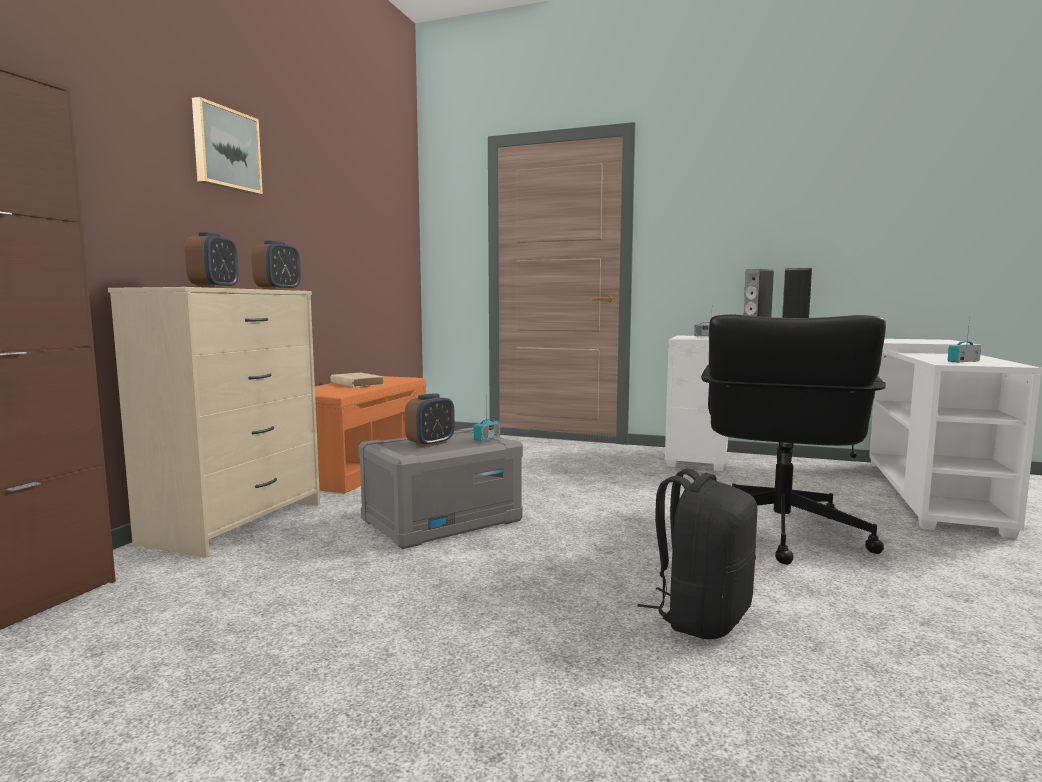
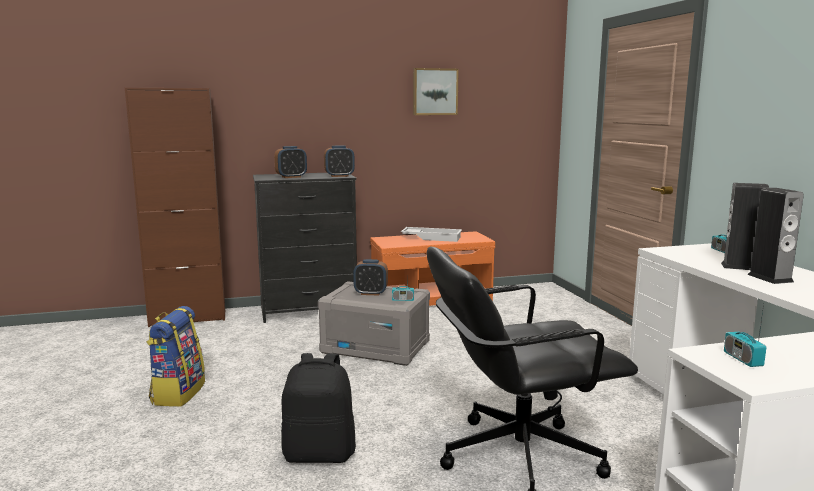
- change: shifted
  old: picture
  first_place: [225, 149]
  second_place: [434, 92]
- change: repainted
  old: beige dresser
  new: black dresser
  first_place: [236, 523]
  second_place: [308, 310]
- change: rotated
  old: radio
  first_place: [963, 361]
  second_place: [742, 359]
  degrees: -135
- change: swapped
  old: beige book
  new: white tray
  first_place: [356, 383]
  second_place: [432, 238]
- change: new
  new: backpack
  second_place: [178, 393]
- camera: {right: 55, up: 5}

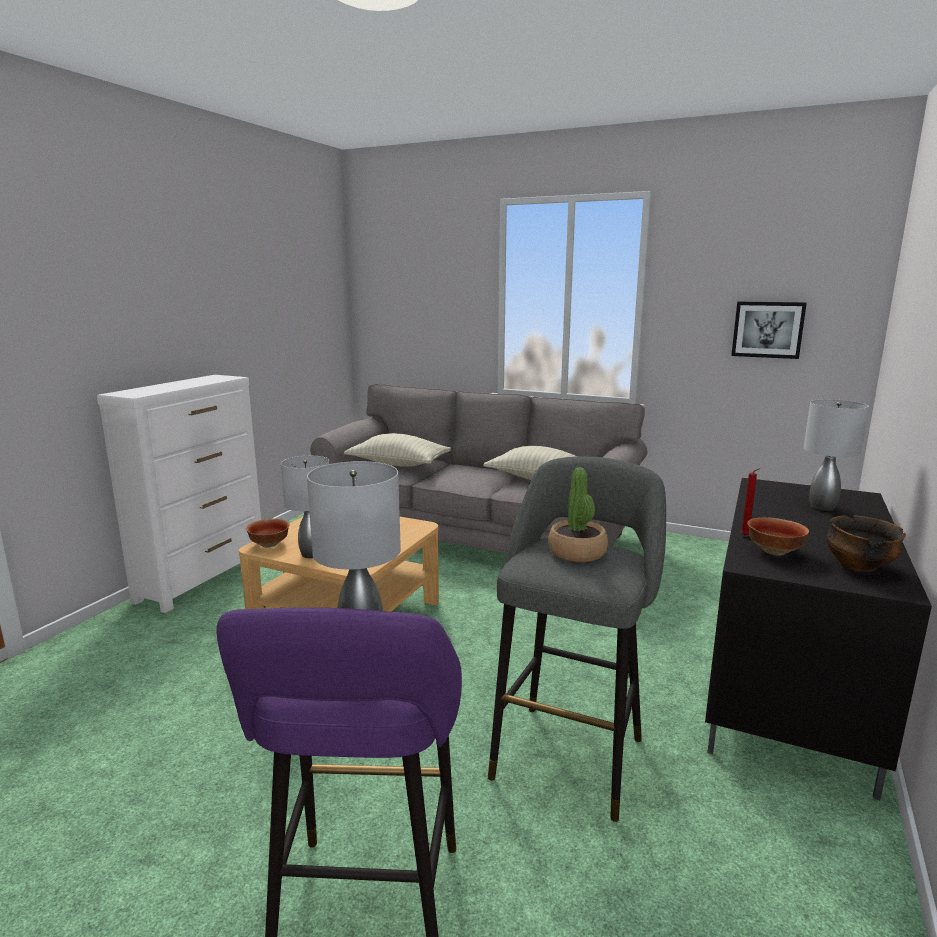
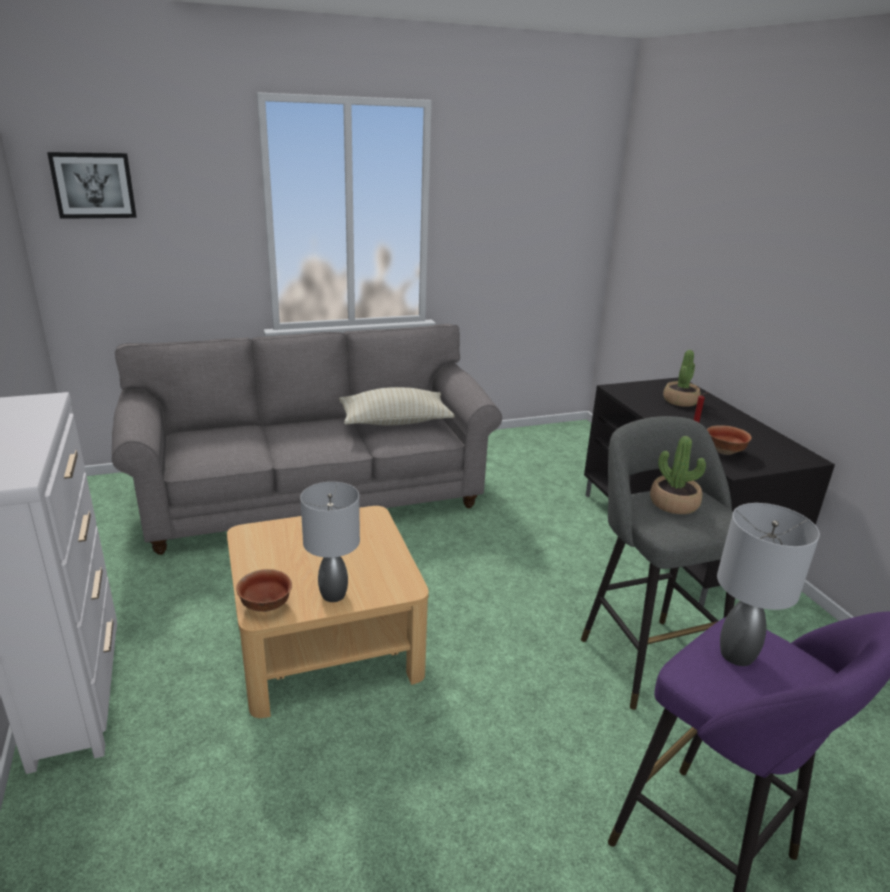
- change: shifted
  old: picture
  first_place: [767, 329]
  second_place: [93, 185]
- change: swapped
  old: grey table lamp
  new: potted plant
  first_place: [822, 507]
  second_place: [680, 401]
- change: gone
  old: beige pillow
  first_place: [398, 464]
- change: gone
  old: bowl
  first_place: [858, 566]
- camera: {right: -45, up: 10}

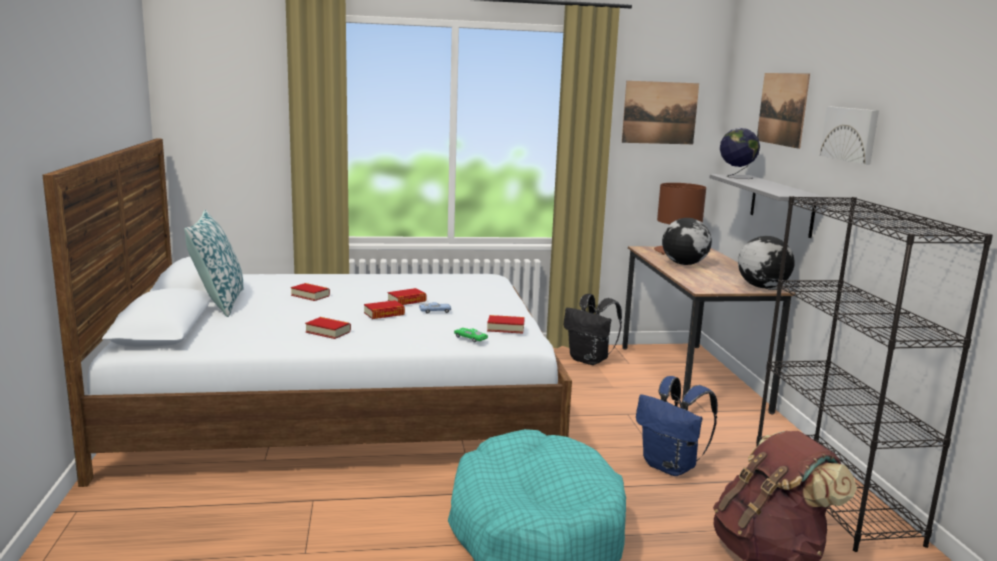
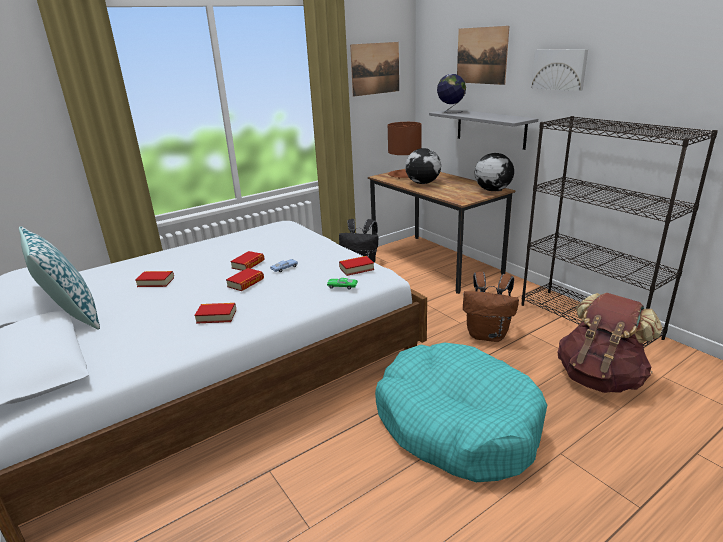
- change: repainted
  old: blue backpack
  new: brown backpack
  first_place: [671, 467]
  second_place: [488, 335]
- camera: {right: -25, up: 10}

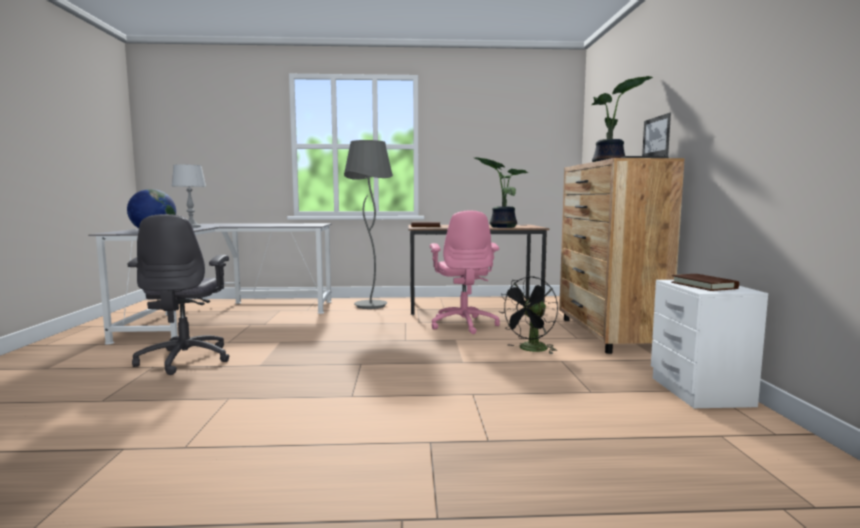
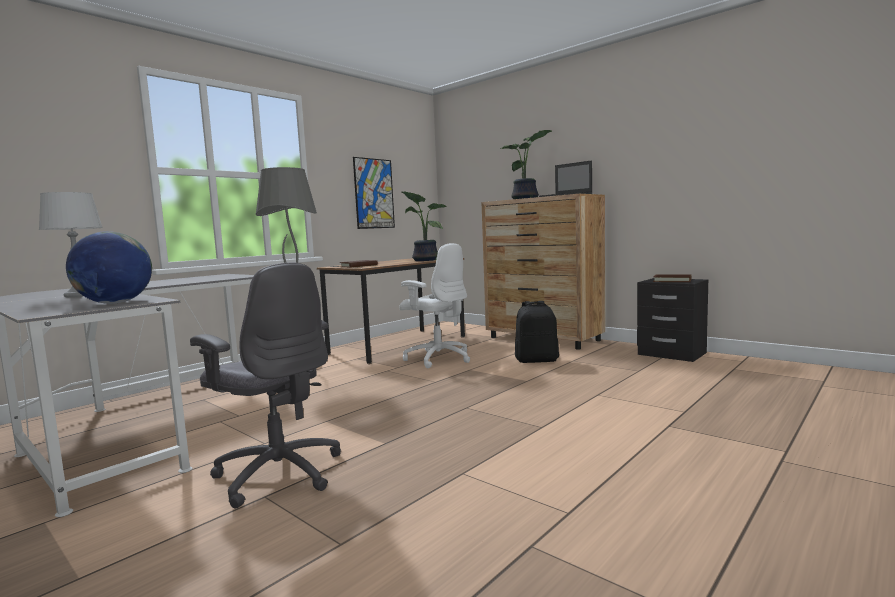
- change: repainted
  old: pink office chair
  new: white office chair
  first_place: [463, 324]
  second_place: [438, 358]
- change: swapped
  old: black fan
  new: black backpack
  first_place: [530, 350]
  second_place: [537, 360]
- change: repainted
  old: white nightstand
  new: black nightstand
  first_place: [700, 392]
  second_place: [671, 354]
- change: new
  new: picture
  second_place: [374, 193]
- camera: {right: -45, up: 0}

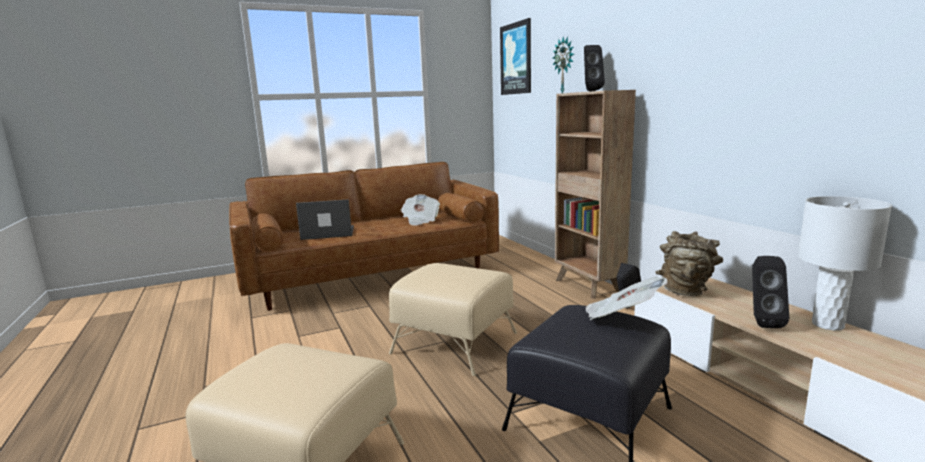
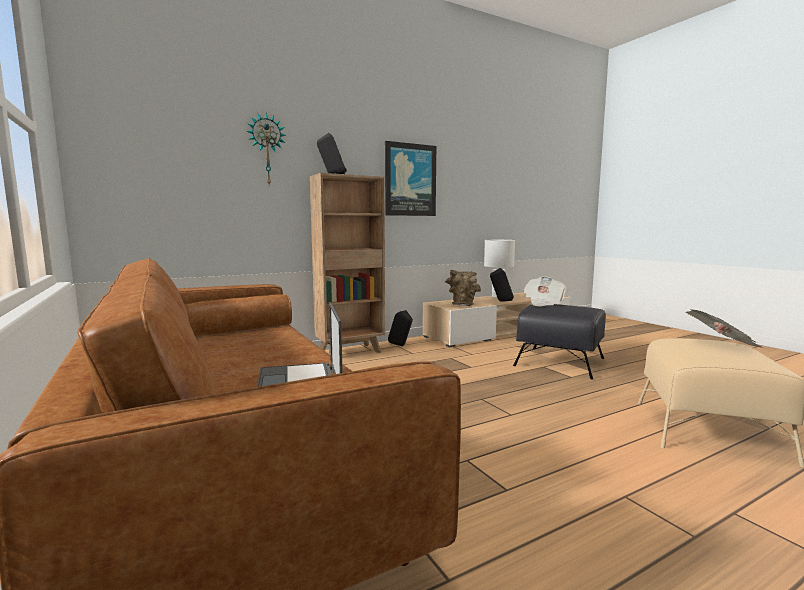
- change: shifted
  old: picture
  first_place: [516, 59]
  second_place: [410, 180]
- change: shifted
  old: newspaper
  first_place: [420, 220]
  second_place: [722, 345]
- change: gone
  old: beige ottoman
  first_place: [455, 343]
- camera: {right: -95, up: -5}

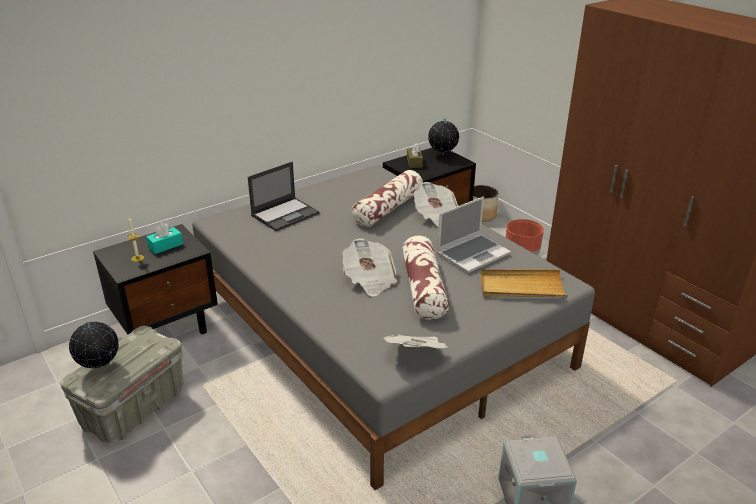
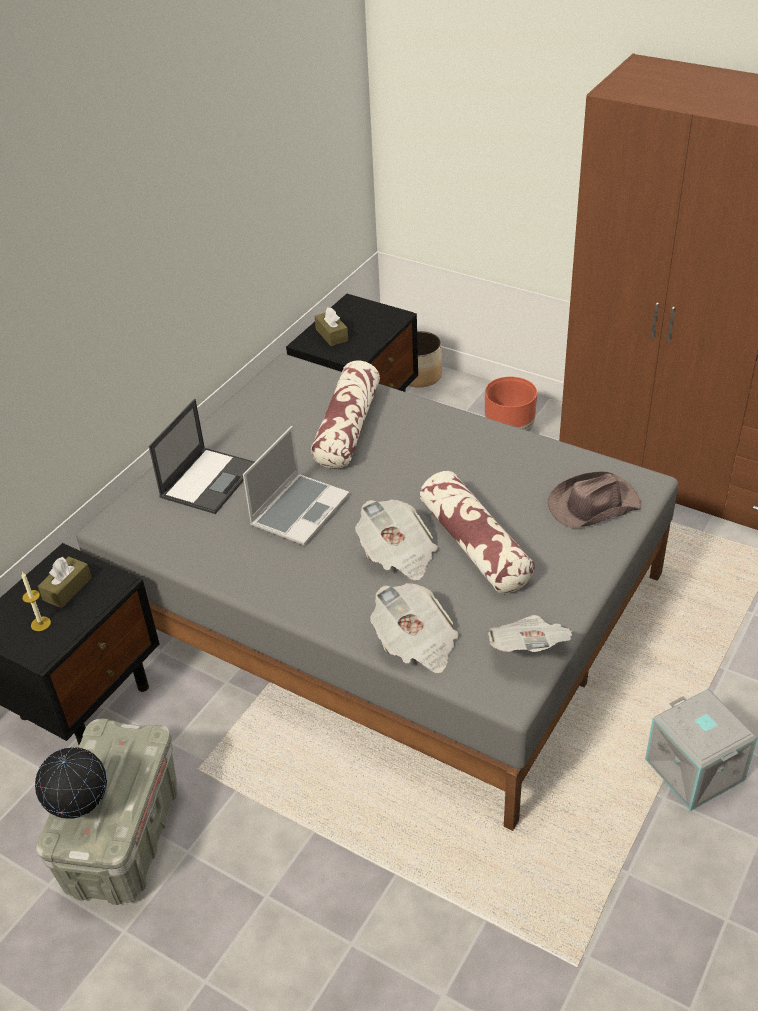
- change: gone
  old: globe
  first_place: [442, 155]
- change: shifted
  old: newspaper
  first_place: [436, 217]
  second_place: [416, 643]
- change: shifted
  old: laptop
  first_place: [473, 254]
  second_place: [299, 510]
- change: repainted
  old: turquoise tissue box
  new: brown tissue box
  first_place: [165, 246]
  second_place: [67, 589]
- change: swapped
  old: beige tray
  new: brown hat
  first_place: [521, 287]
  second_place: [592, 505]
- camera: {right: -20, up: 10}

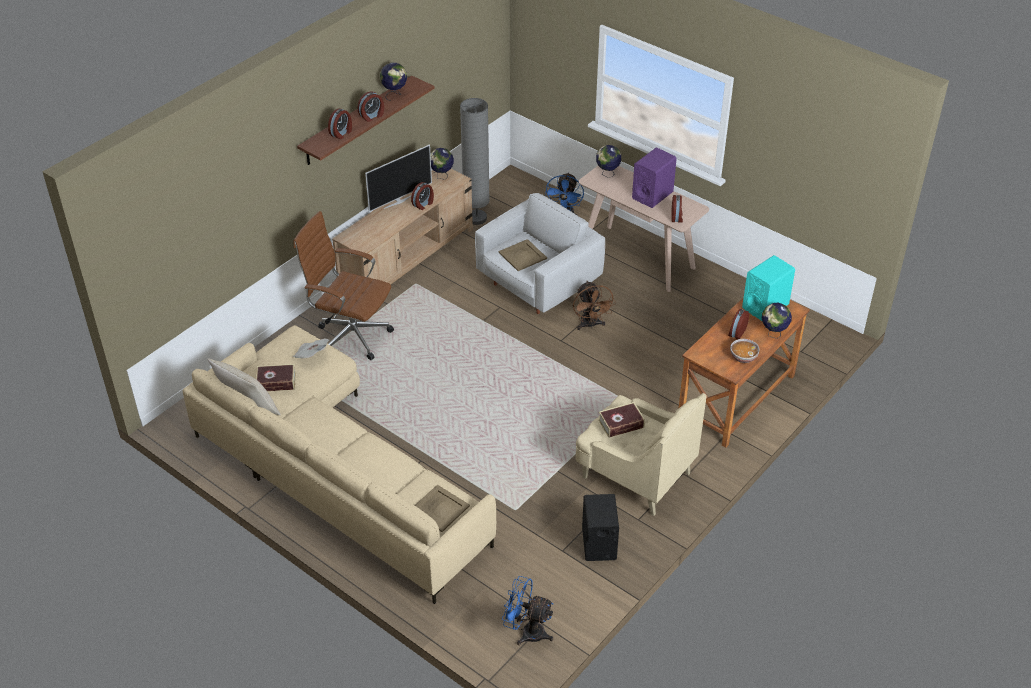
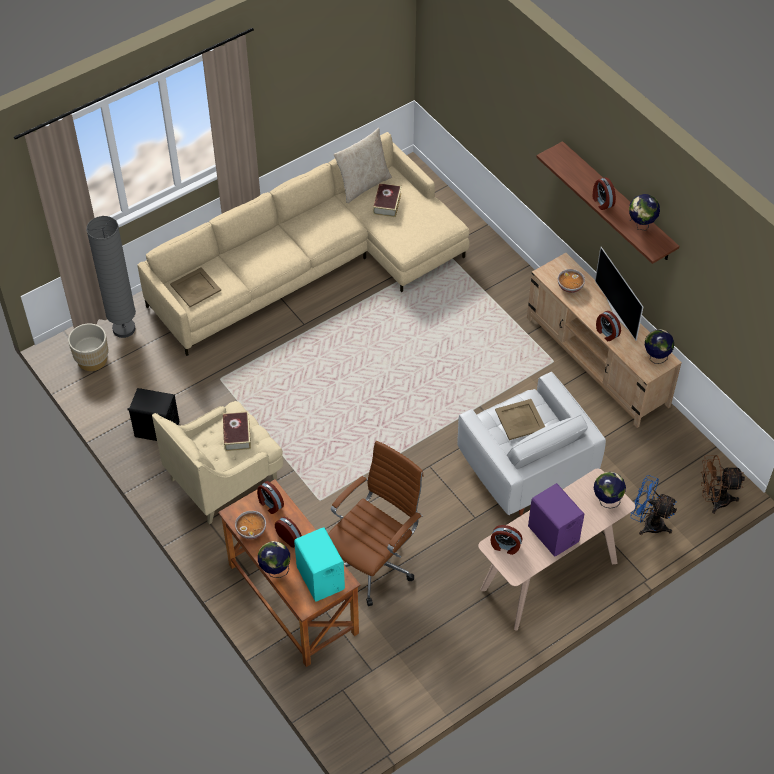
- change: shifted
  old: grey floor lamp
  first_place: [476, 218]
  second_place: [124, 329]
- change: shifted
  old: alarm clock
  first_place: [341, 133]
  second_place: [270, 504]
- change: shifted
  old: brown office chair
  first_place: [350, 336]
  second_place: [374, 563]
- change: shifted
  old: brown fan
  first_place: [590, 325]
  second_place: [714, 500]
- change: gone
  old: newspaper
  first_place: [312, 355]
- change: swapped
  old: blue fan
  new: beige planter
  first_place: [527, 631]
  second_place: [92, 359]
- change: new
  new: bowl
  second_place: [570, 287]
- camera: {right: 105, up: 10}

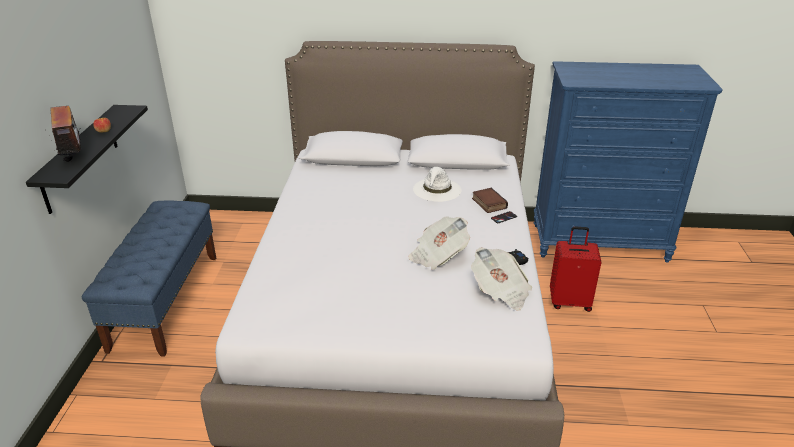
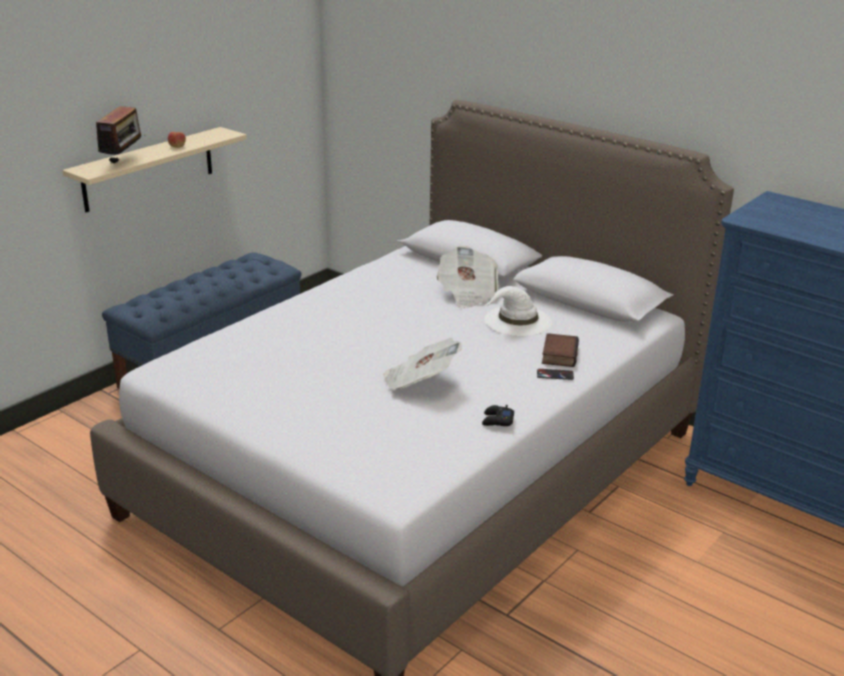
- change: repainted
  old: black shelf
  new: beige shelf
  first_place: [80, 158]
  second_place: [148, 169]
- change: gone
  old: red suitcase
  first_place: [569, 301]
- change: shifted
  old: newspaper
  first_place: [500, 291]
  second_place: [467, 293]
- camera: {right: 35, up: -5}

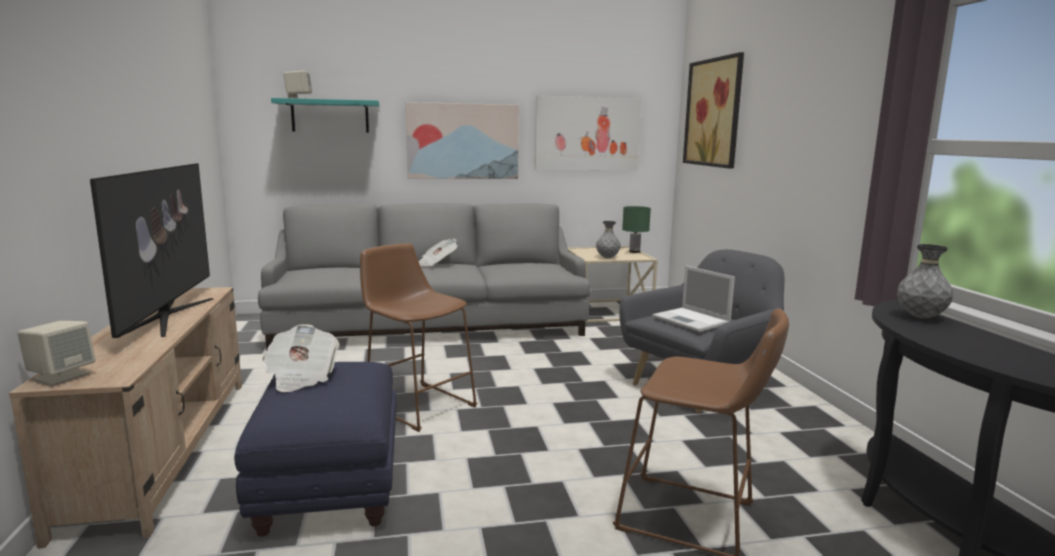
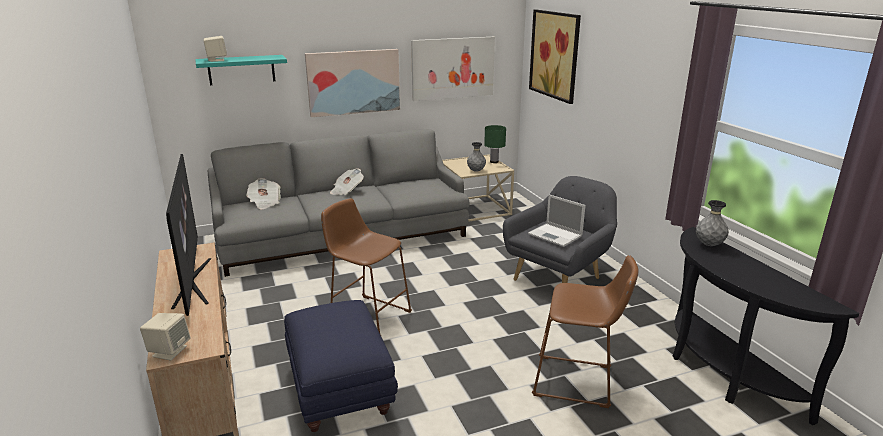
- change: shifted
  old: newspaper
  first_place: [301, 377]
  second_place: [265, 202]
- camera: {right: -10, up: 10}

